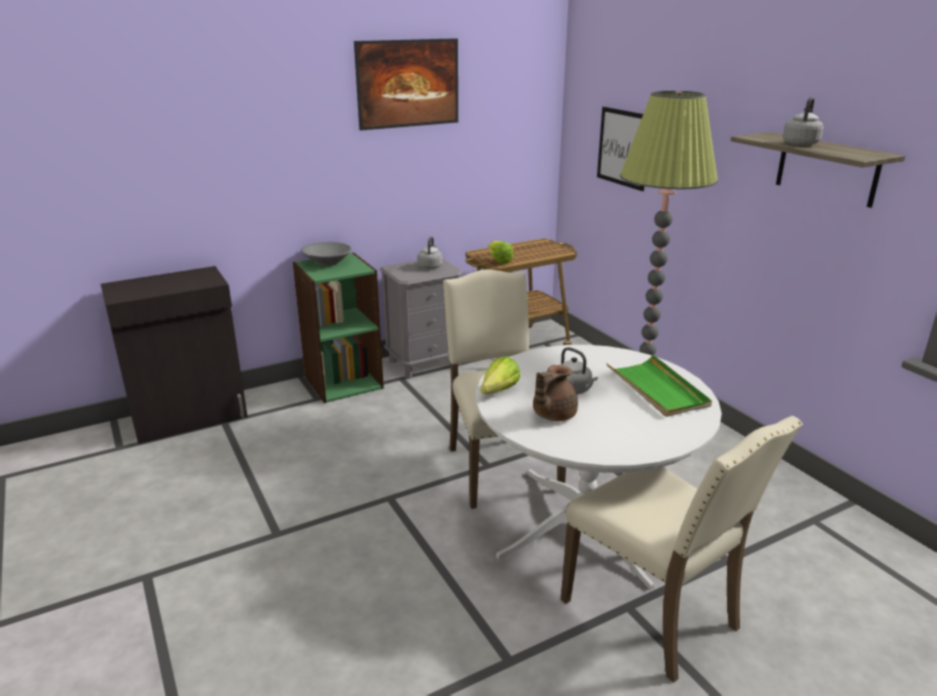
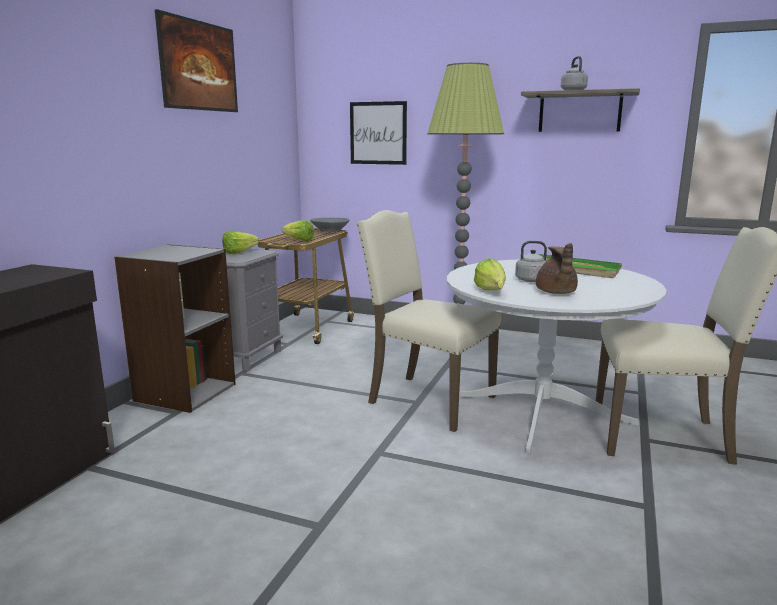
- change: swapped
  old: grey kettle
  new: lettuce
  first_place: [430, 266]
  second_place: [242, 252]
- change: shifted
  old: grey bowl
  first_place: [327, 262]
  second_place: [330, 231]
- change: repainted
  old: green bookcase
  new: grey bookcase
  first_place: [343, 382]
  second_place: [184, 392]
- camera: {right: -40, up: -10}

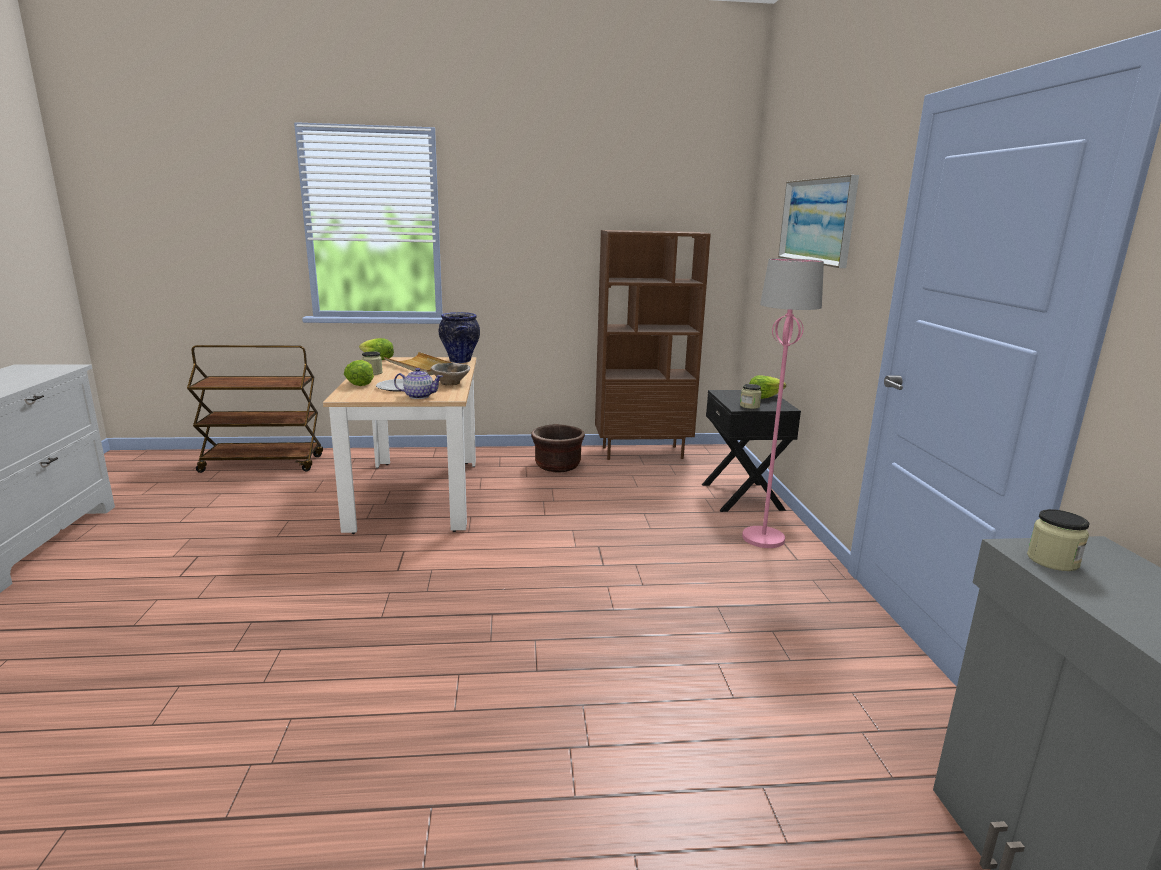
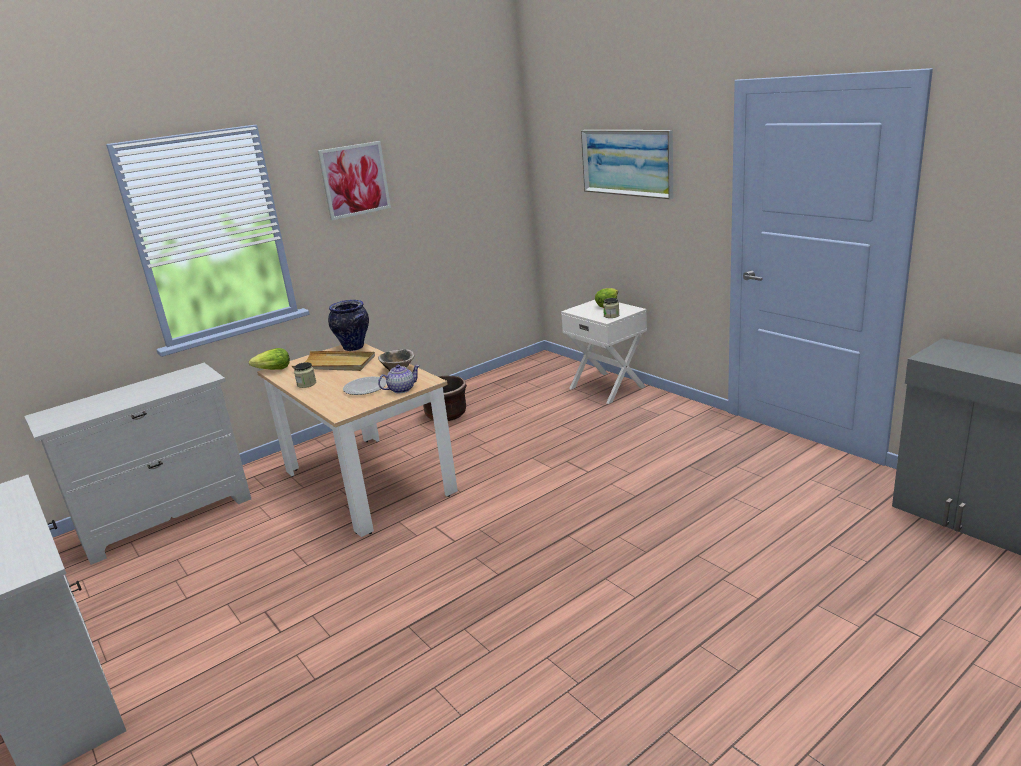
- change: gone
  old: brown bookcase
  first_place: [643, 452]
- change: gone
  old: pink floor lamp
  first_place: [763, 538]
- change: swapped
  old: brown cart
  new: white dresser
  first_place: [264, 464]
  second_place: [168, 517]
- change: gone
  old: lettuce
  first_place: [361, 383]
- change: repainted
  old: black nightstand
  new: white nightstand
  first_place: [743, 497]
  second_place: [608, 387]
- change: gone
  old: jar
  first_place: [1052, 560]
- change: new
  new: picture
  second_place: [355, 180]
- camera: {right: -30, up: 5}

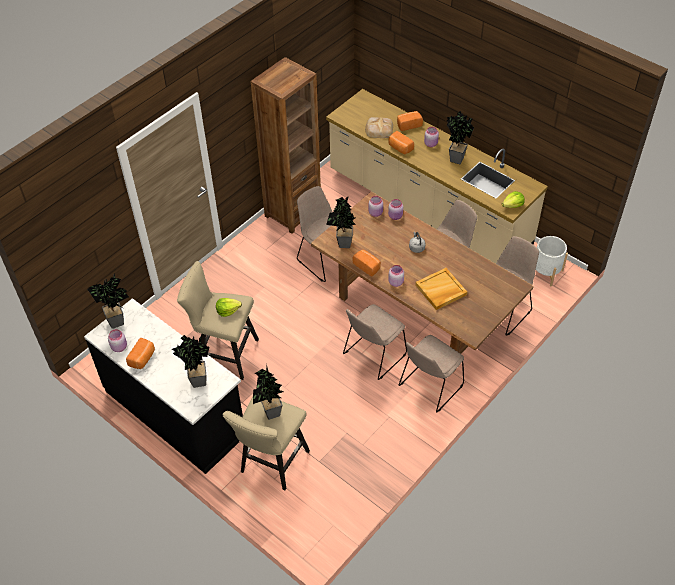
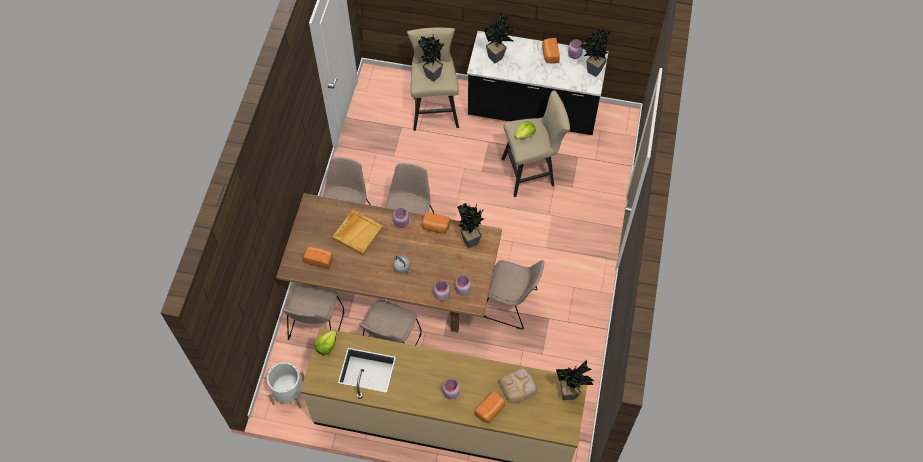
- change: gone
  old: brown bookcase
  first_place: [293, 212]
- change: shifted
  old: potted plant
  first_place: [455, 158]
  second_place: [571, 395]
- change: shifted
  old: bread
  first_place: [400, 148]
  second_place: [319, 260]
- camera: {right: 150, up: 10}

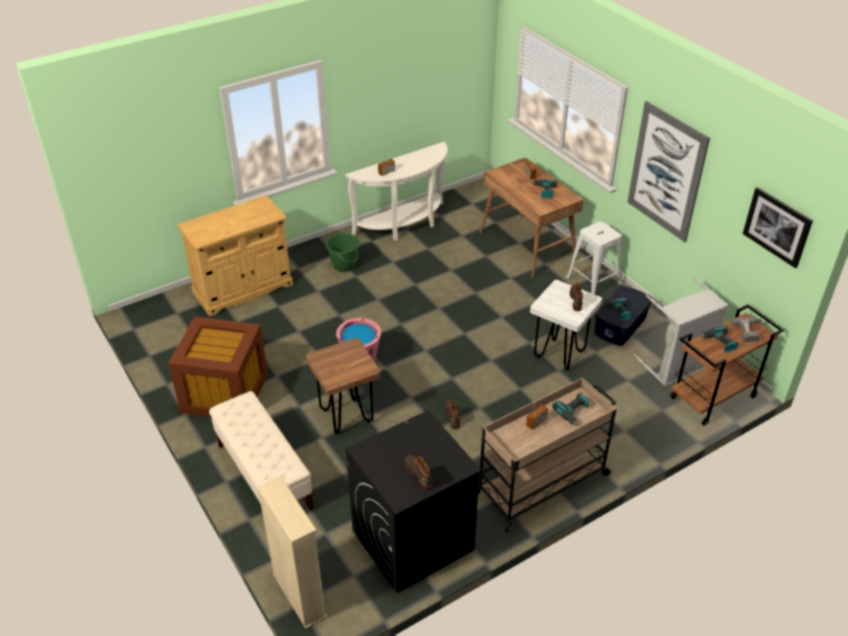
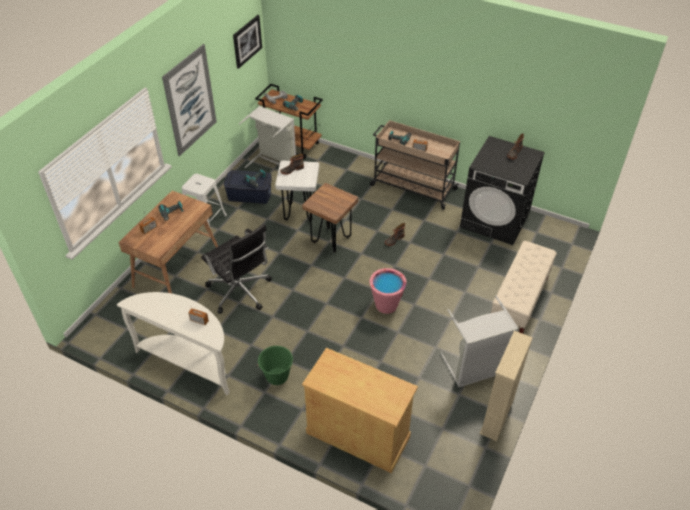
- change: swapped
  old: brown storage box
  new: grey laundry basket
  first_place: [224, 392]
  second_place: [476, 369]
- change: shifted
  old: brown stool
  first_place: [346, 416]
  second_place: [331, 240]
- change: shifted
  old: beige bookcase
  first_place: [299, 595]
  second_place: [497, 416]
- change: new
  new: black office chair
  second_place: [240, 292]
- camera: {right: -120, up: 5}

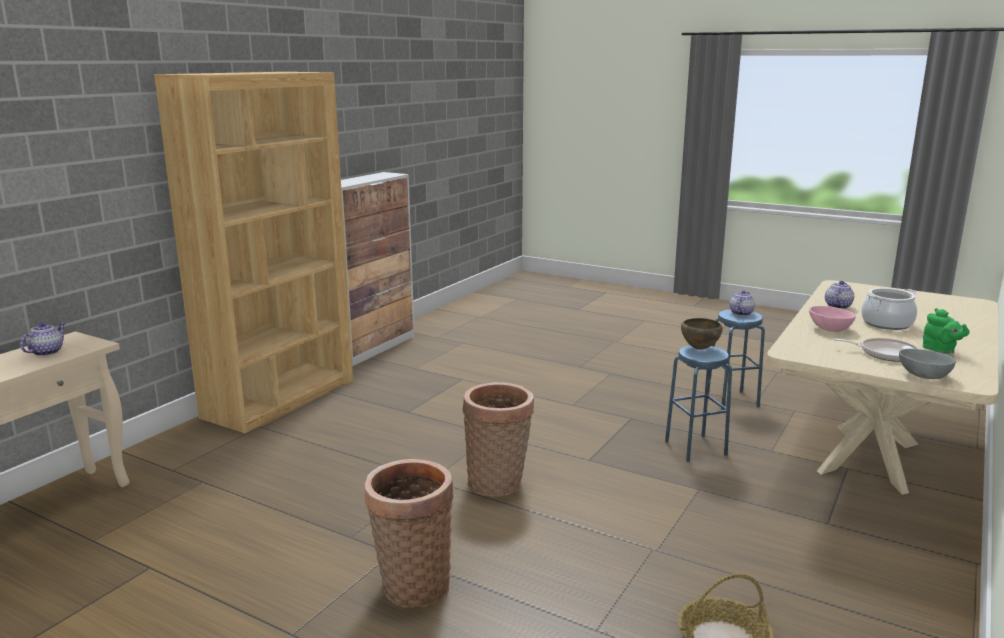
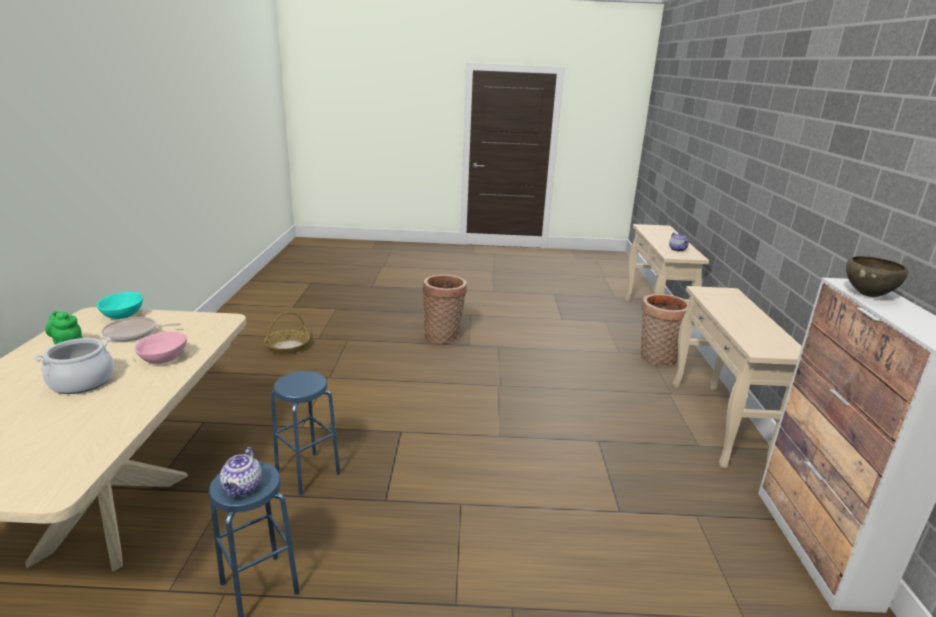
- change: swapped
  old: brown bookcase
  new: beige console table
  first_place: [280, 398]
  second_place: [718, 424]
- change: gone
  old: teapot
  first_place: [837, 306]
- change: shifted
  old: brown bowl
  first_place: [699, 349]
  second_place: [868, 295]
- change: repainted
  old: grey bowl
  new: turquoise bowl
  first_place: [924, 376]
  second_place: [123, 315]
- change: shifted
  old: basket
  first_place: [498, 483]
  second_place: [656, 359]
- camera: {right: 150, up: 5}

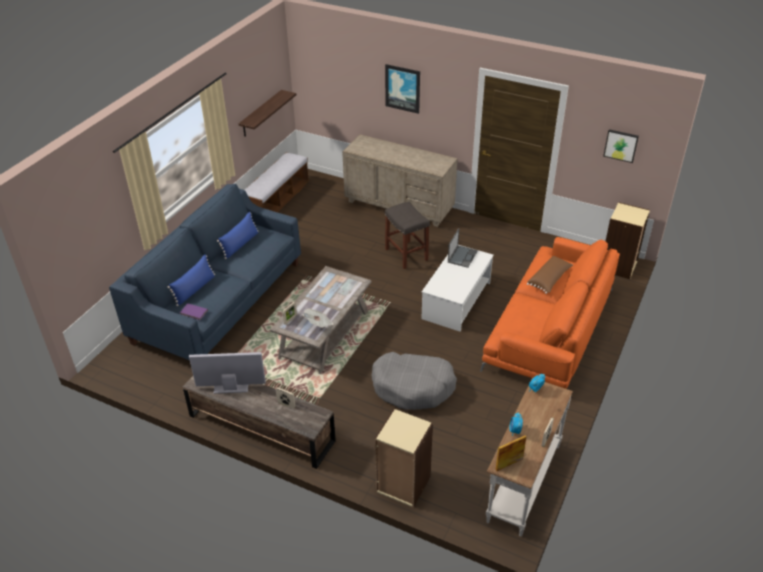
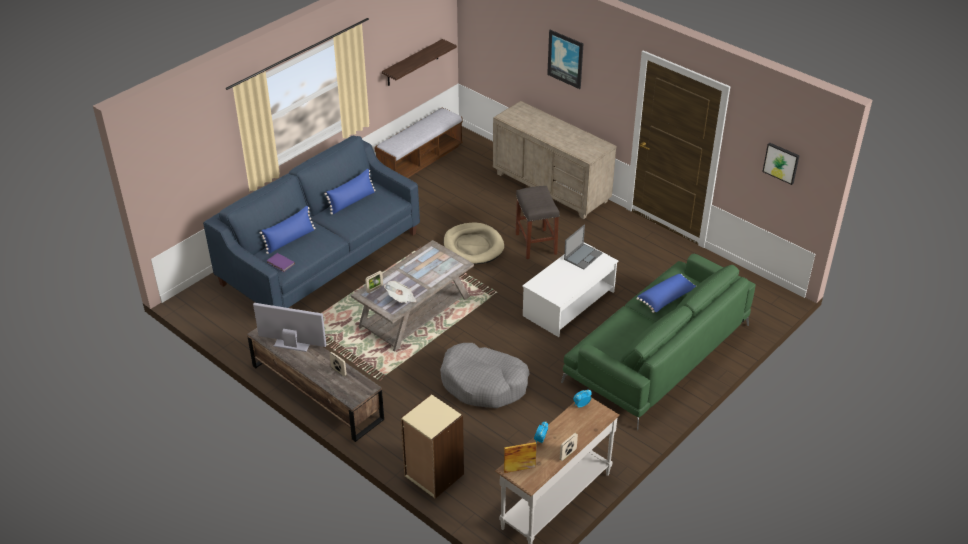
- change: gone
  old: beige bookcase
  first_place: [618, 266]
- change: repainted
  old: orange sofa
  new: green sofa
  first_place: [550, 329]
  second_place: [657, 354]
- change: repainted
  old: brown pillow
  new: blue pillow
  first_place: [549, 279]
  second_place: [667, 299]
- change: new
  new: beige dog bed
  second_place: [473, 246]
- camera: {right: 15, up: 0}

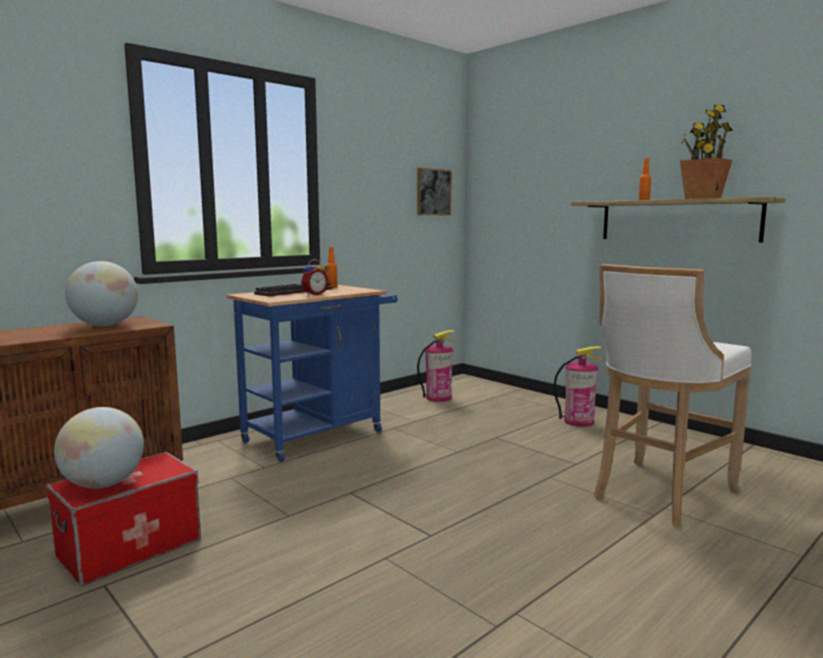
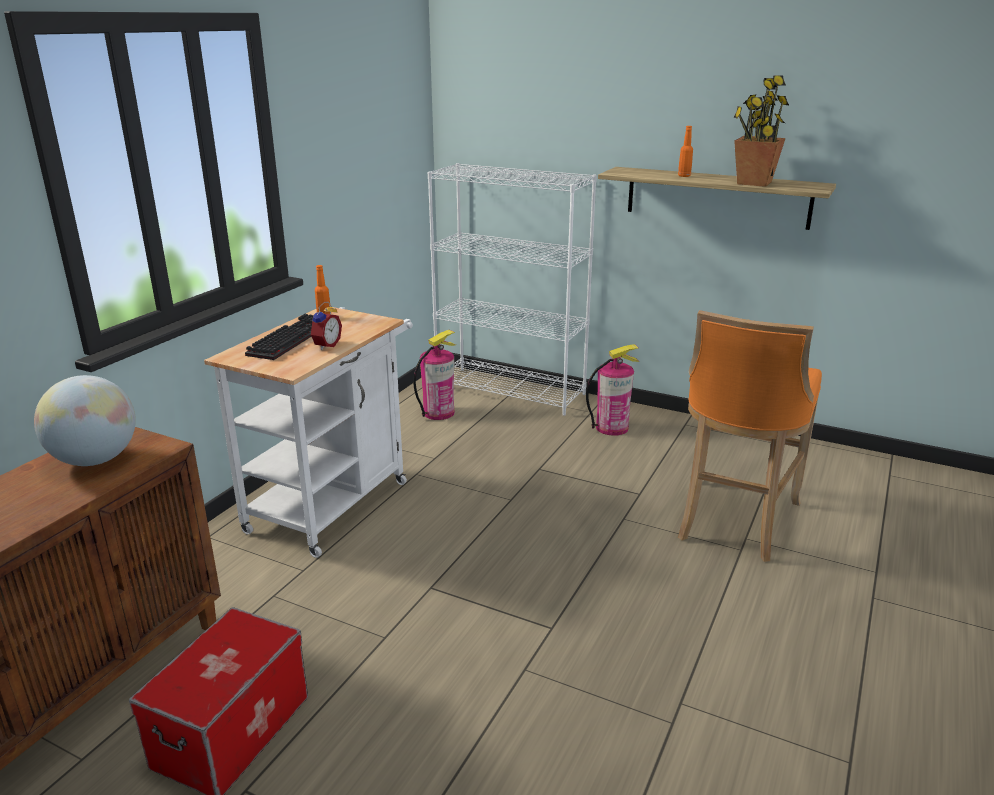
- change: gone
  old: picture
  first_place: [433, 192]
- change: repainted
  old: white stool
  new: orange stool
  first_place: [658, 494]
  second_place: [733, 521]
- change: repainted
  old: blue cart
  new: white cart
  first_place: [320, 434]
  second_place: [334, 501]
- change: gone
  old: globe
  first_place: [103, 484]
- change: new
  new: white bookcase
  second_place: [511, 391]
- camera: {right: -20, up: 15}

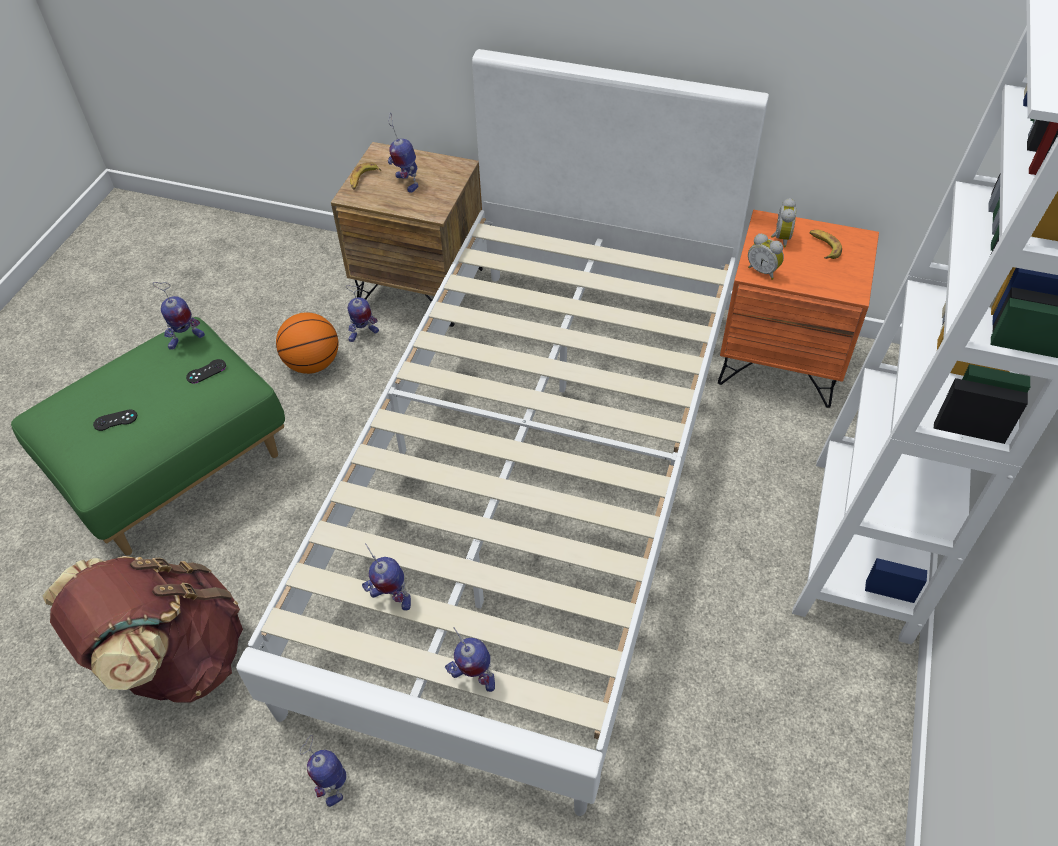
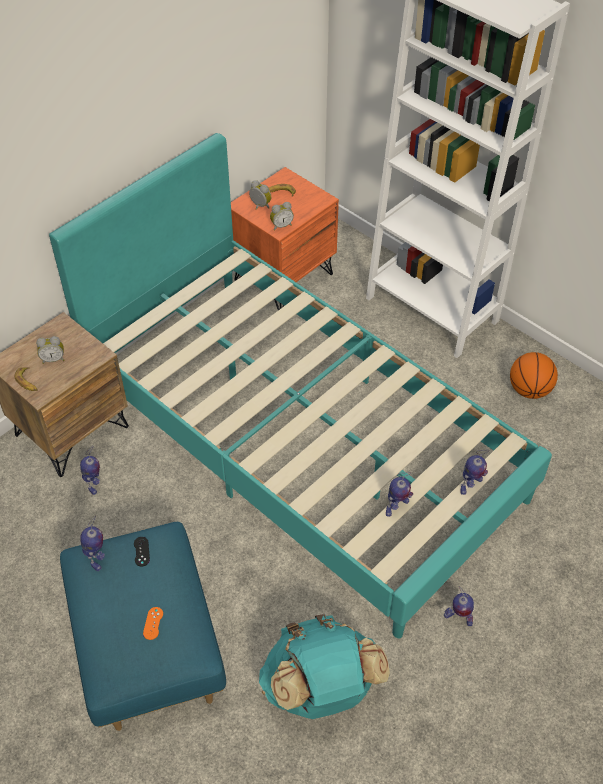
- change: repainted
  old: white bed
  new: turquoise bed
  first_place: [531, 487]
  second_place: [301, 438]
- change: swapped
  old: toy robot
  new: alarm clock
  first_place: [406, 182]
  second_place: [53, 359]
- change: shifted
  old: basketball
  first_place: [313, 363]
  second_place: [529, 390]
- change: repainted
  old: green ottoman
  new: blue ottoman
  first_place: [176, 470]
  second_place: [147, 648]
- change: repainted
  old: black game controller
  new: orange game controller
  first_place: [115, 420]
  second_place: [153, 623]
- change: repainted
  old: brown backpack
  new: turquoise backpack
  first_place: [174, 658]
  second_place: [321, 689]
- camera: {right: -65, up: 0}

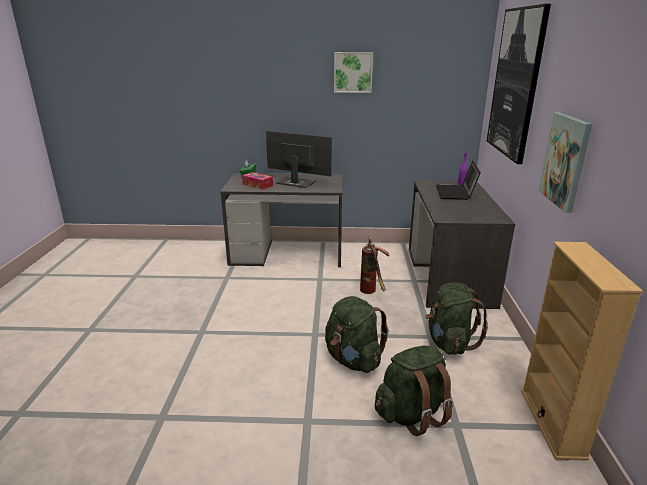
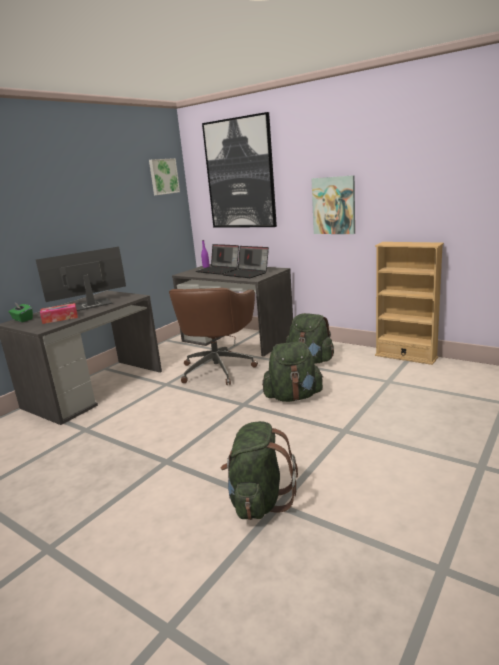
- change: shifted
  old: picture
  first_place: [353, 72]
  second_place: [163, 176]
- change: swapped
  old: fire extinguisher
  new: brown office chair
  first_place: [372, 292]
  second_place: [218, 369]
- change: shifted
  old: green backpack
  first_place: [412, 414]
  second_place: [259, 501]
- change: new
  new: laptop
  second_place: [247, 273]
- camera: {right: -55, up: -5}

